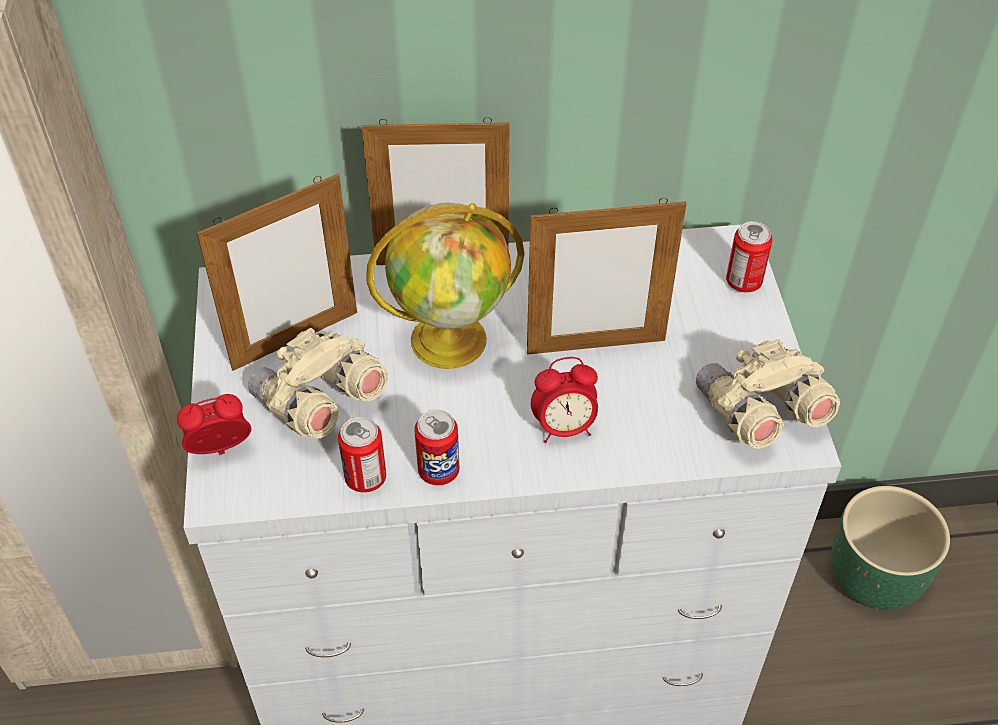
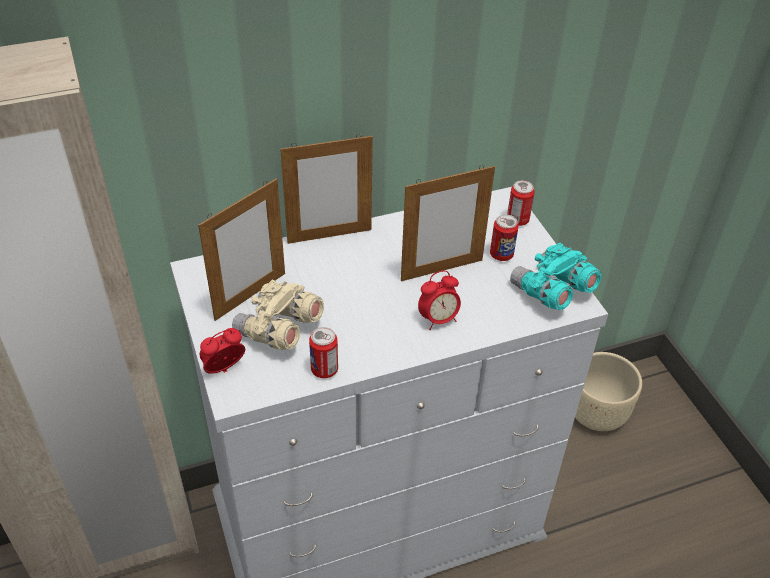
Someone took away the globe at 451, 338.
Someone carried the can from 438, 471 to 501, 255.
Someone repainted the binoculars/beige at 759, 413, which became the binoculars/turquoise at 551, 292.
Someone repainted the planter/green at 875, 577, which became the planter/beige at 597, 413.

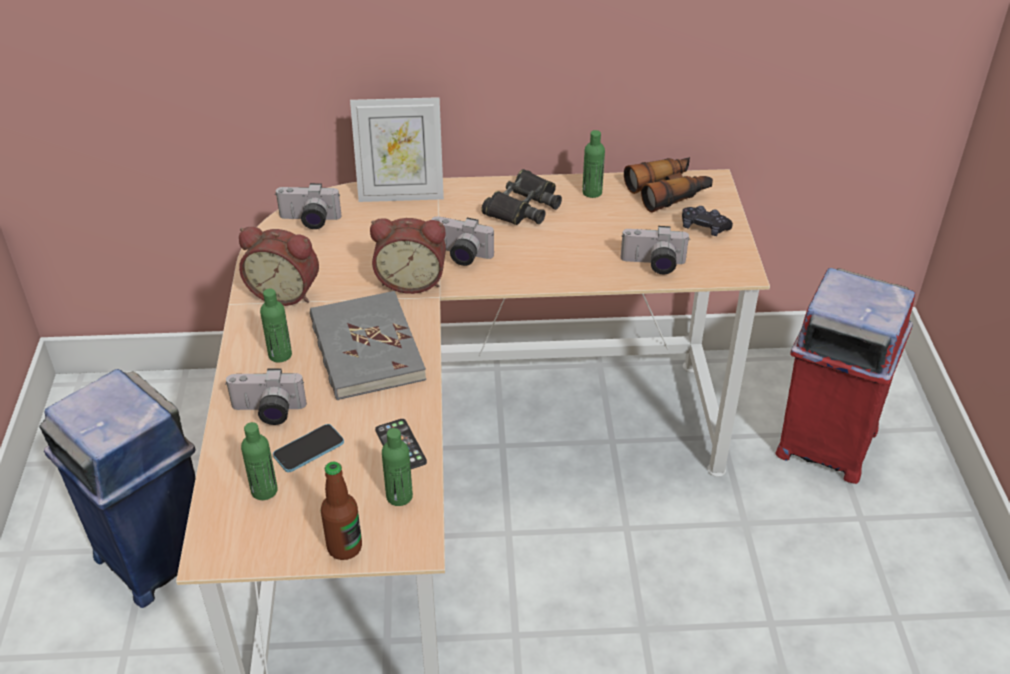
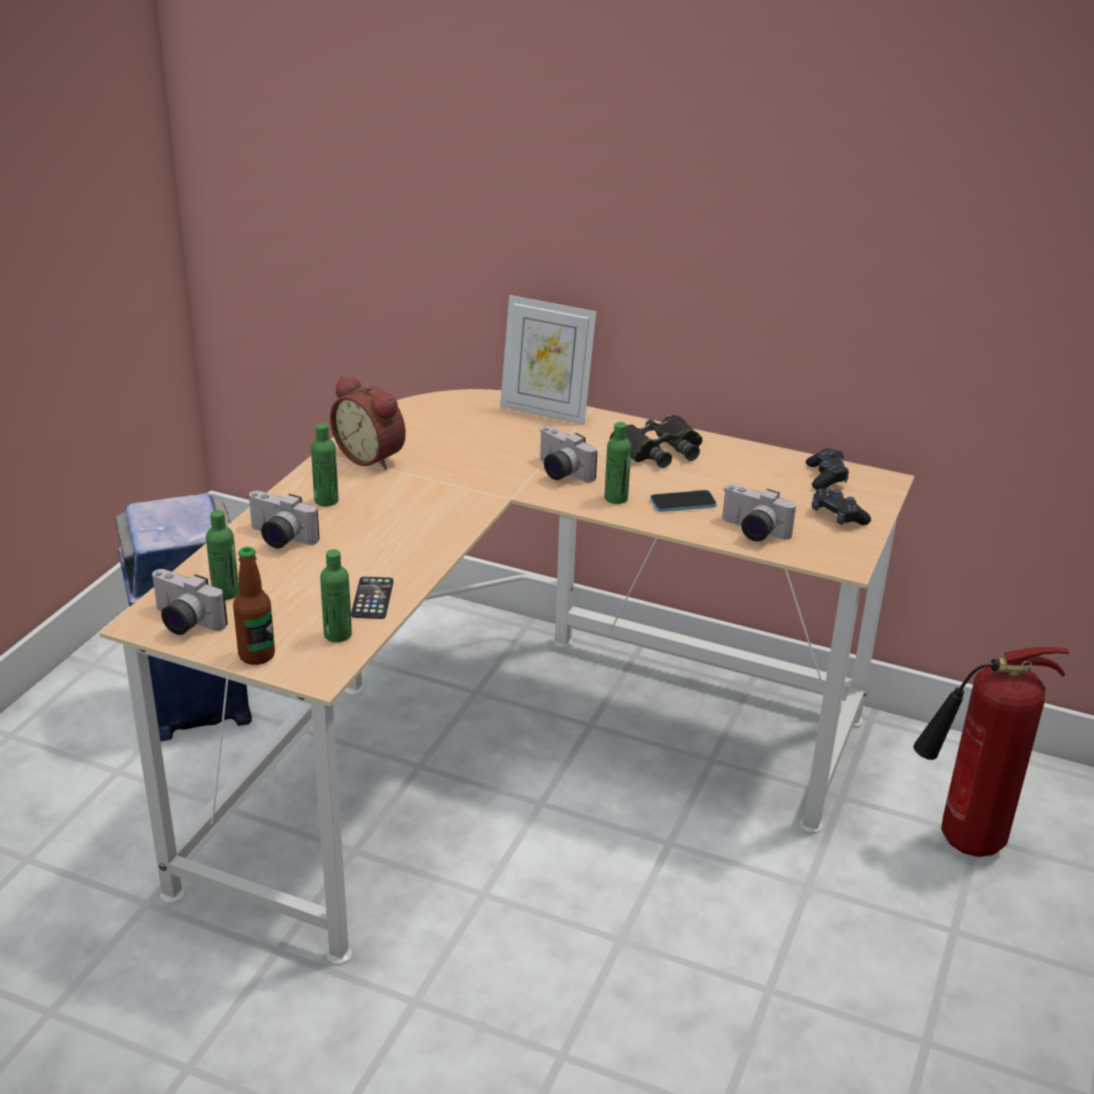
Someone took away the book/grey at 366, 349.
Someone took away the alarm clock at 411, 280.
Someone carried the phone from 309, 449 to 682, 503.
Someone carried the photo camera from 309, 221 to 183, 622.
Someone carried the bottle/green from 592, 192 to 616, 498.
Someone swapped the binoculars at 668, 192 for the game controller/black at 826, 477.
Someone swapped the trash can/red at 824, 442 for the fire extinguisher at 962, 843.

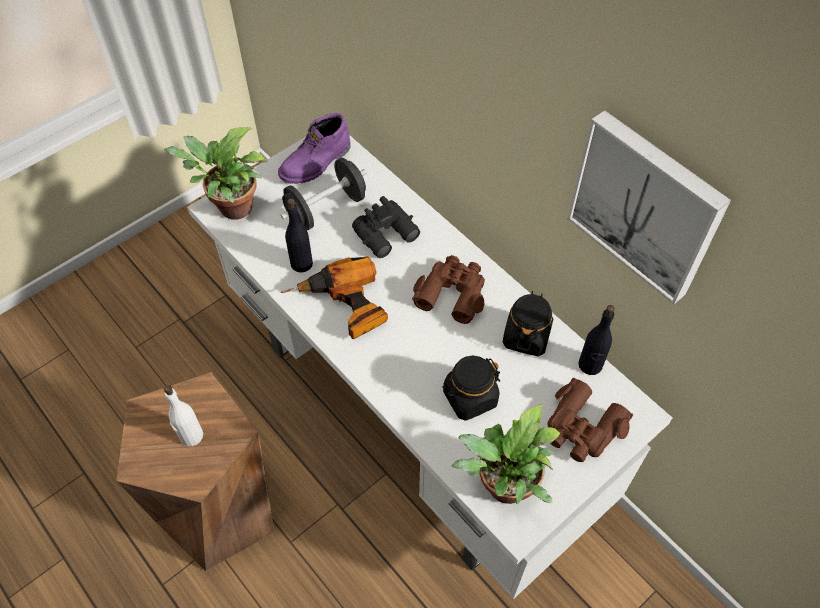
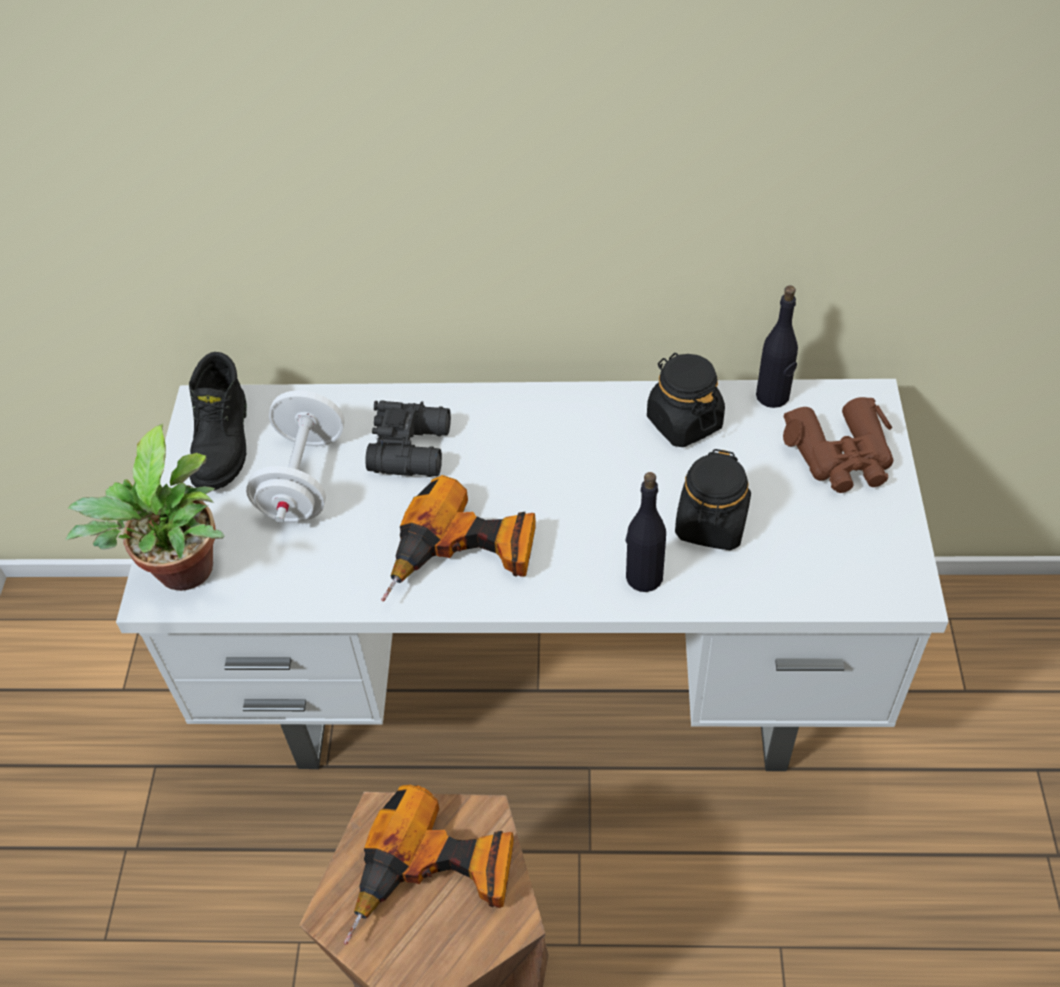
Someone took away the binoculars/brown at 452, 292.
Someone took away the potted plant at 503, 489.
Someone took away the picture at 646, 205.
Someone carried the bottle/black from 301, 263 to 643, 577.
Someone swapped the bottle/white at 191, 436 for the power drill at 436, 879.
Someone repainted the boot/purple at 316, 163, which became the boot/black at 224, 443.
Someone repainted the dumbbell/black at 326, 209, which became the dumbbell/white at 303, 479.

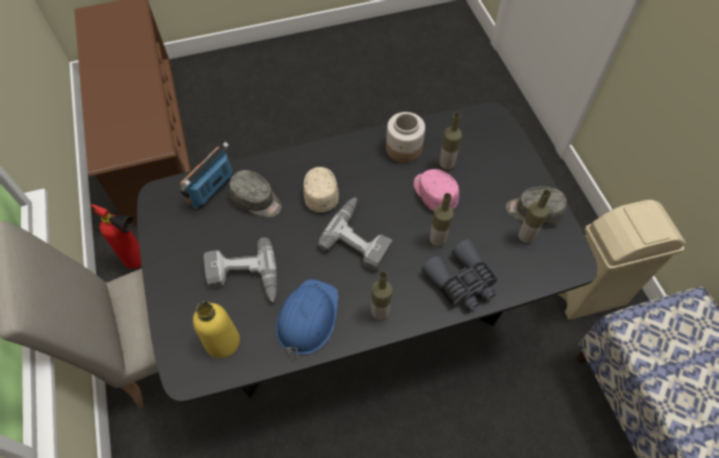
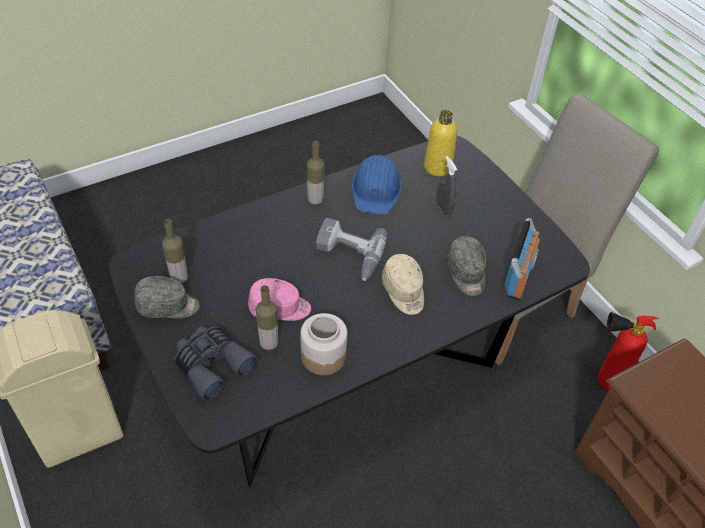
Someone took away the bottle at 437, 240.
Someone carried the binoculars/grey from 461, 282 to 212, 365.
Someone swapped the power drill at 243, 279 for the spray bottle/grey at 443, 208.
Someone rotated the cap/grey at 257, 200 by 120 degrees counterclockwise.
Someone rotated the cap/pink at 434, 194 by 45 degrees counterclockwise.

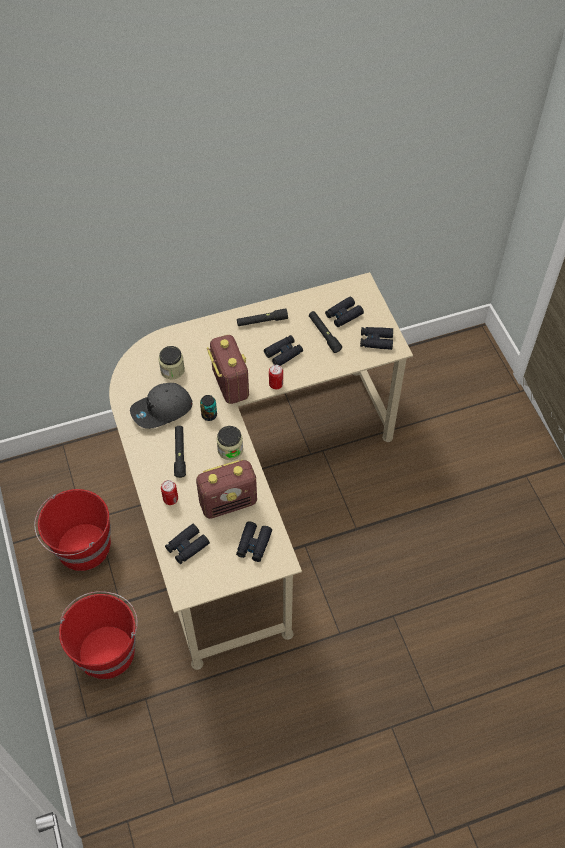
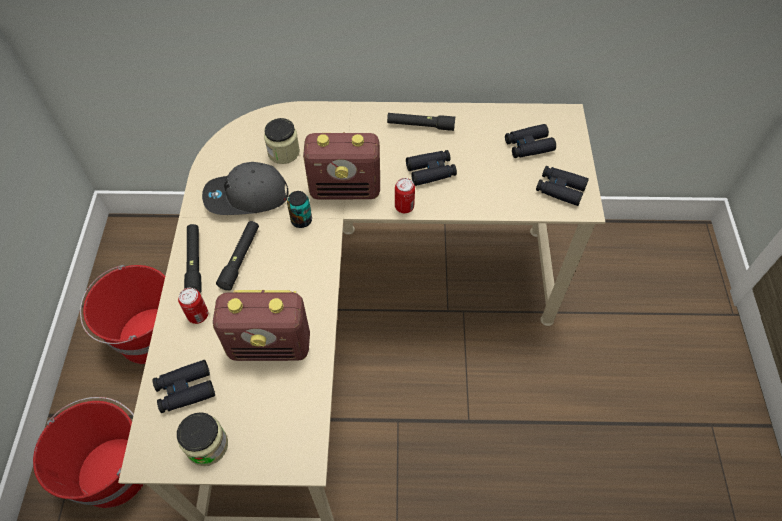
Someone took away the binoculars/black at 254, 544.
Someone carried the jar from 230, 449 to 207, 445.
Someone carried the flashlight/black from 324, 334 to 194, 262.
Someone rotated the radio at 230, 384 by 90 degrees clockwise.

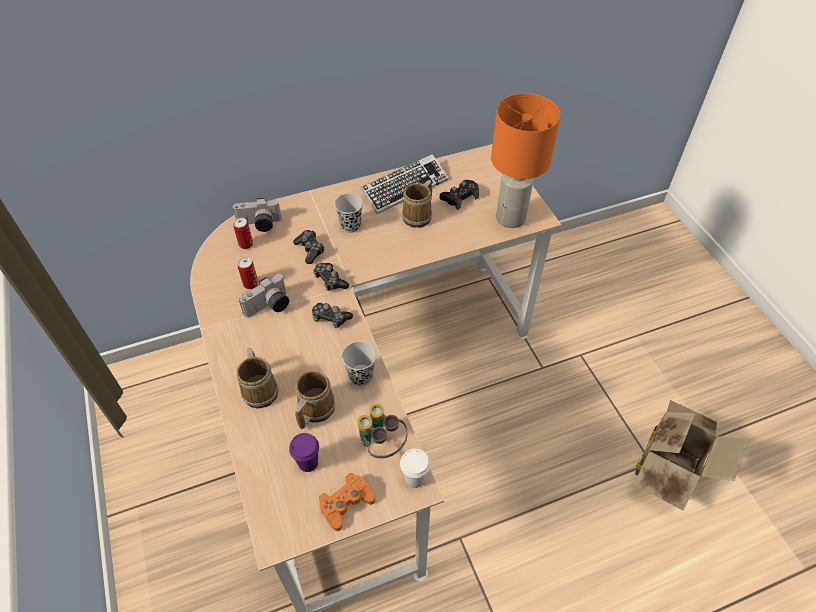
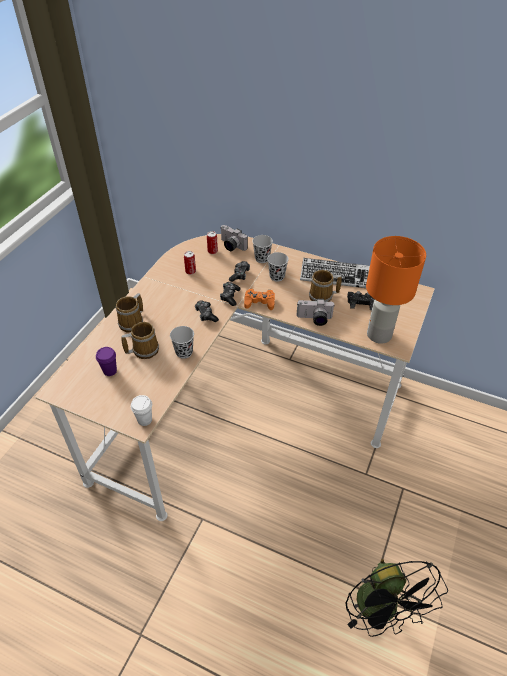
Someone took away the binoculars at 381, 445.
Someone put down the cup/black at 262, 258.
Someone carried the photo camera from 269, 307 to 314, 319.
Someone carried the game controller/orange from 346, 503 to 259, 302.
Someone swapped the cardboard box at 672, 468 for the fan/black at 382, 611.

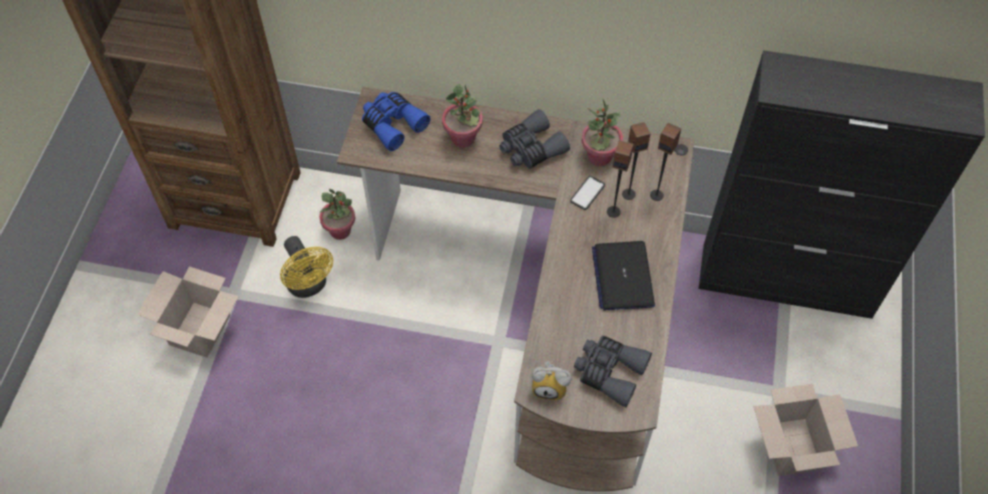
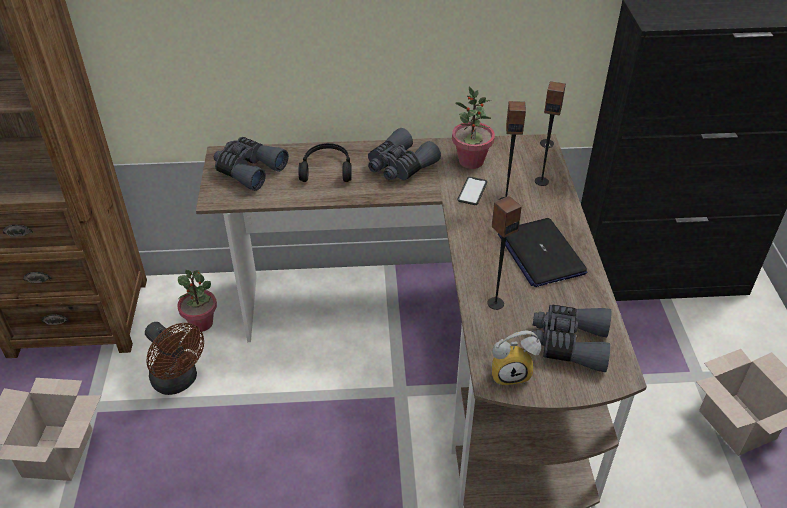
Someone carried the speaker from 628, 194 to 495, 303.
Someone swapped the potted plant at 463, 138 for the headphones/black at 327, 169.
Someone repainted the fan/yellow at 309, 286, which became the fan/brown at 179, 381.
Someone repainted the binoculars/blue at 393, 124, which became the binoculars/grey at 248, 169.

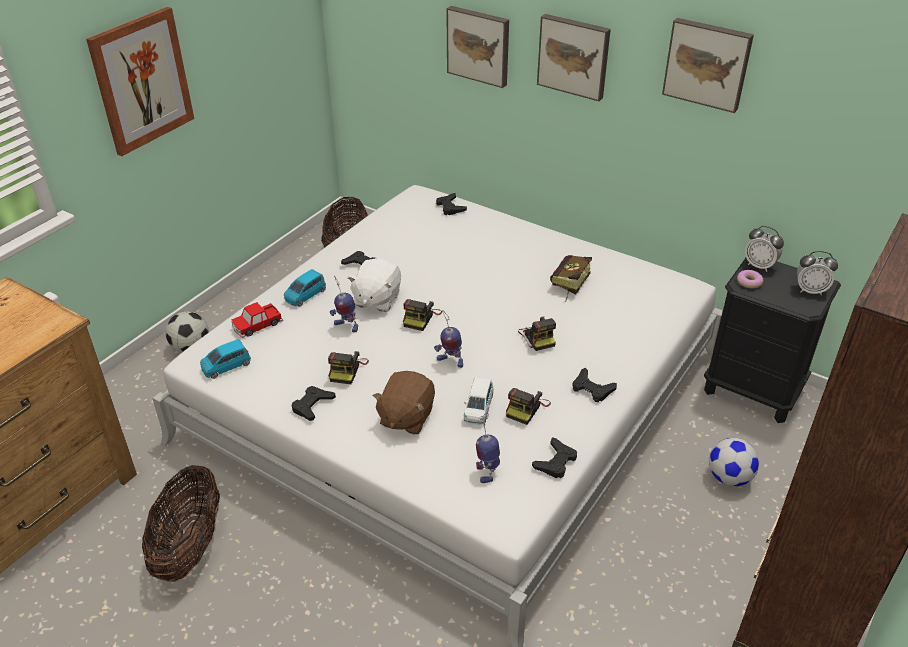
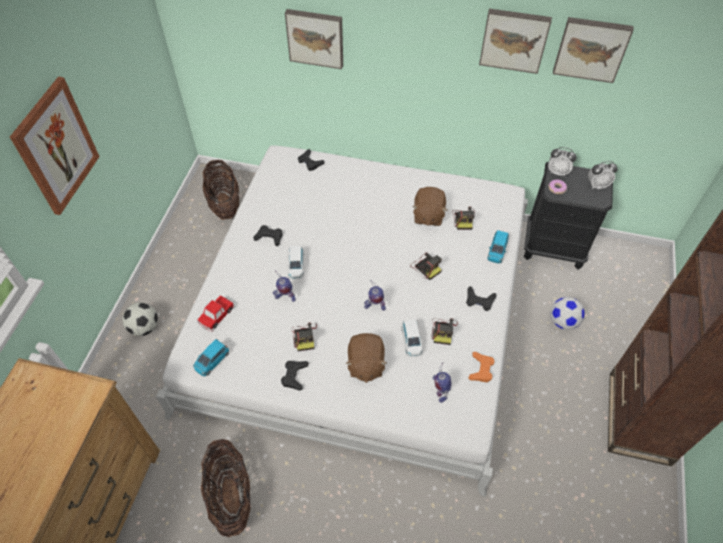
Someone carried the toy car/blue from 305, 295 to 497, 251.
Someone carried the photo camera from 421, 318 to 463, 219.
Someone carried the picture from 574, 56 to 591, 48.
Someone swapped the plush toy/white at 376, 299 for the toy car/white at 296, 266.
Someone swapped the book at 568, 286 for the plush toy/brown at 428, 215.
Someone repainted the game controller/black at 555, 462, which became the game controller/orange at 481, 369.

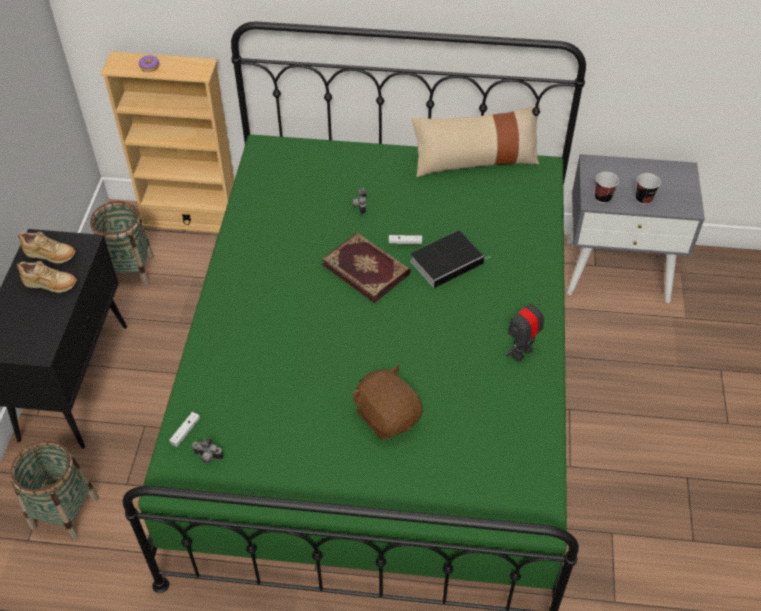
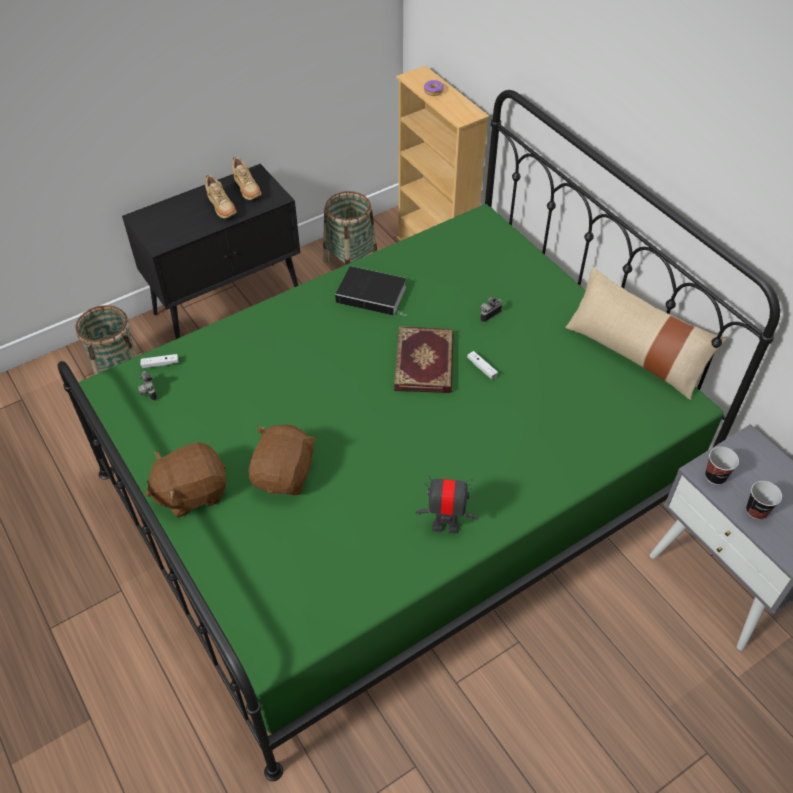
Someone put down the plush toy/brown at 191, 492.
Someone carried the book from 447, 261 to 373, 294.

